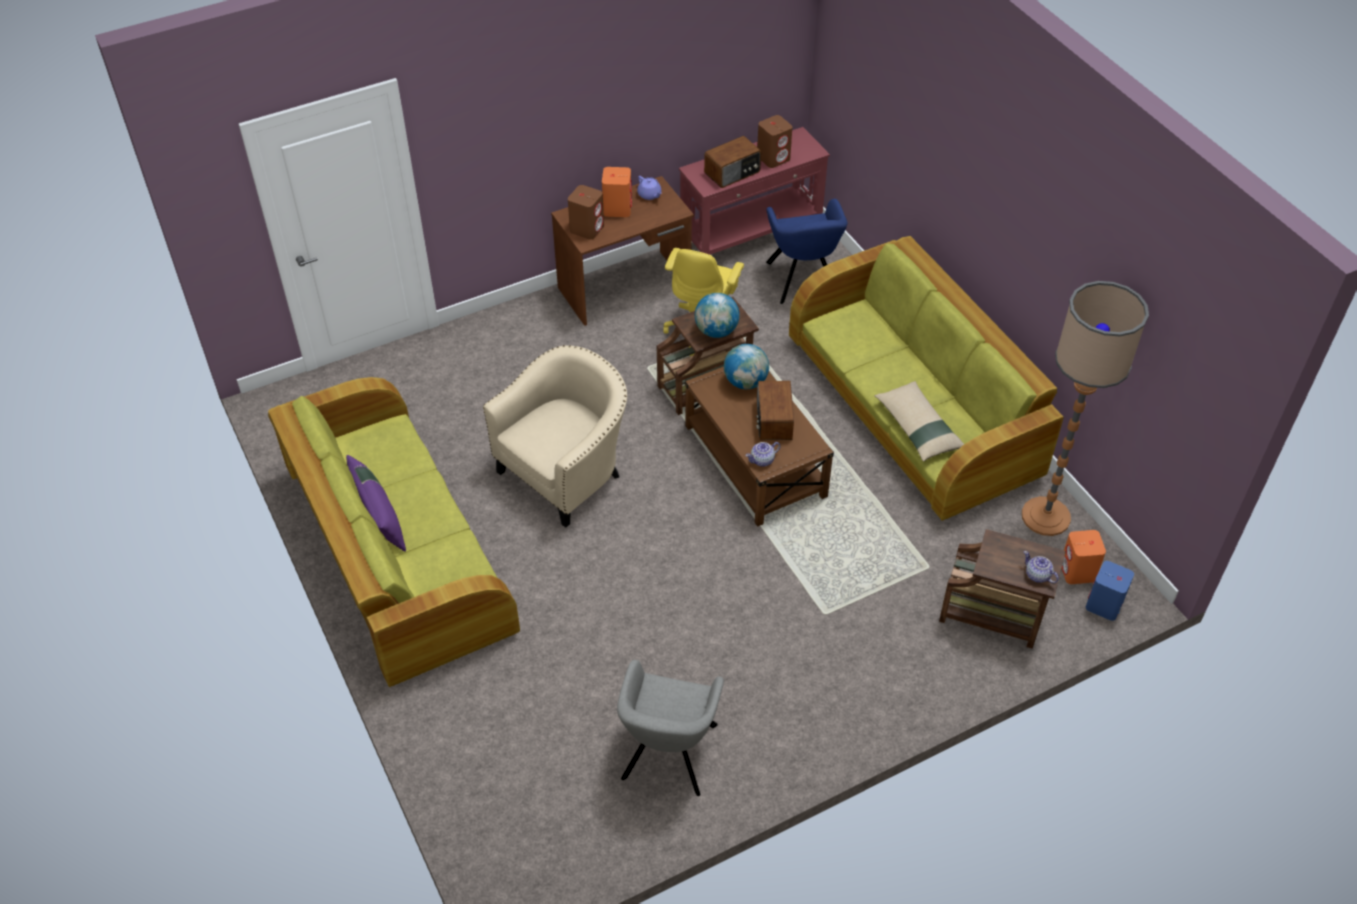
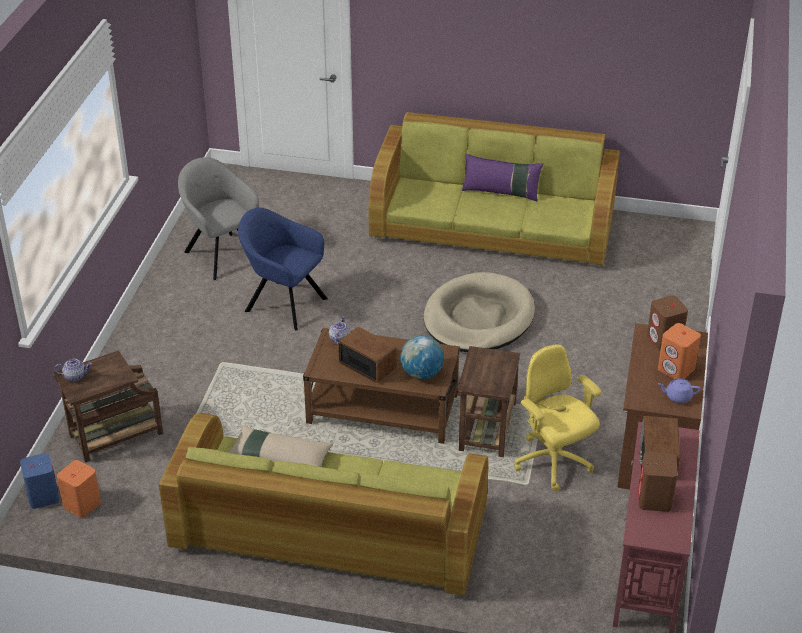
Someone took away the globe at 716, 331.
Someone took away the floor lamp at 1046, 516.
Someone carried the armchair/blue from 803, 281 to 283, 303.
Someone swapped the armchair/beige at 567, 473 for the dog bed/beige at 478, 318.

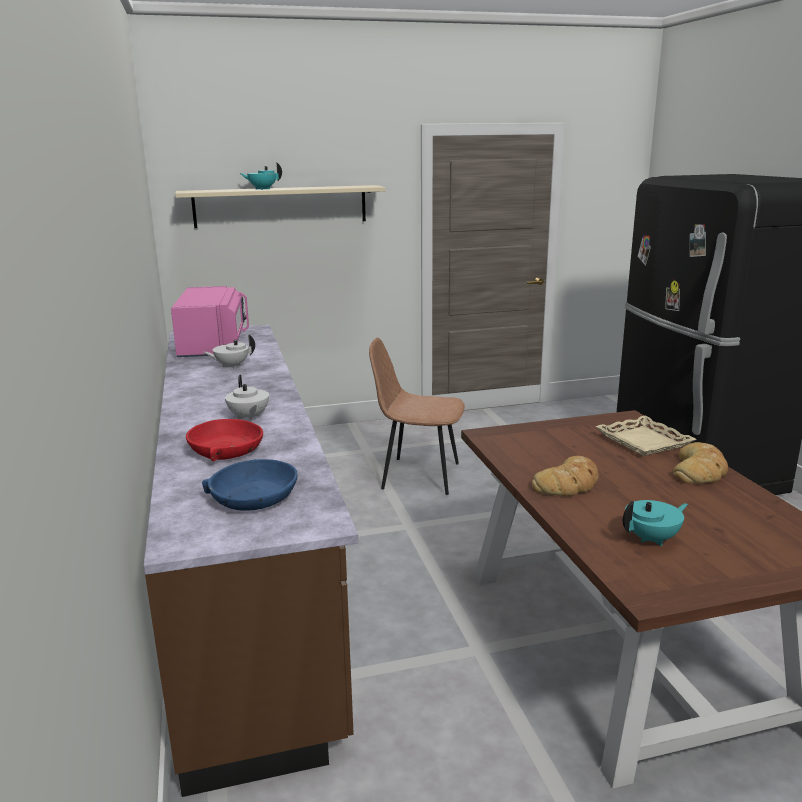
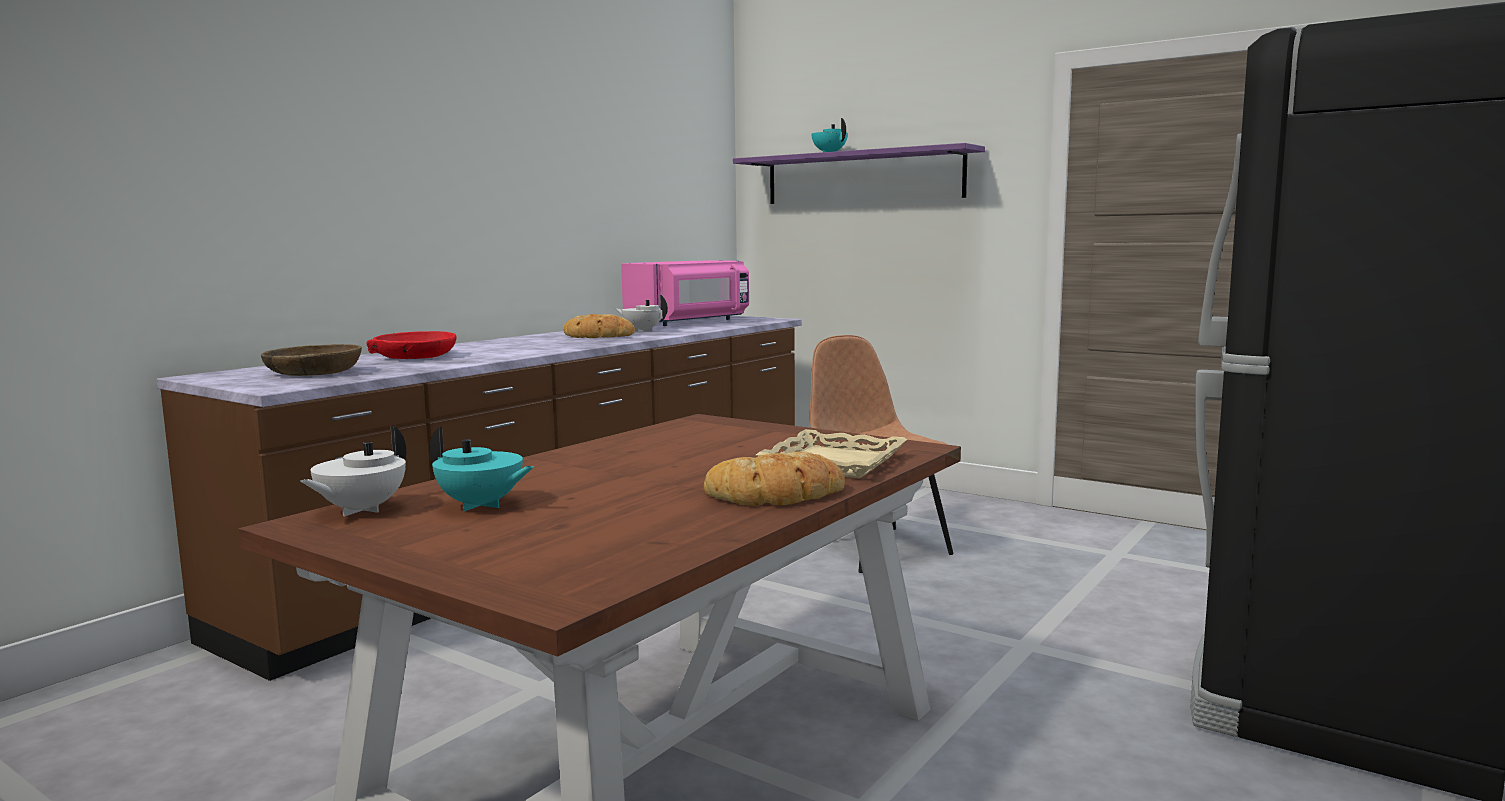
Someone carried the teapot/white from 248, 417 to 360, 510.
Someone carried the bread from 569, 484 to 598, 336.
Someone repainted the shelf/beige at 281, 206, which became the shelf/purple at 862, 177.
Someone repainted the bowl/blue at 253, 498, which became the bowl/brown at 313, 372.

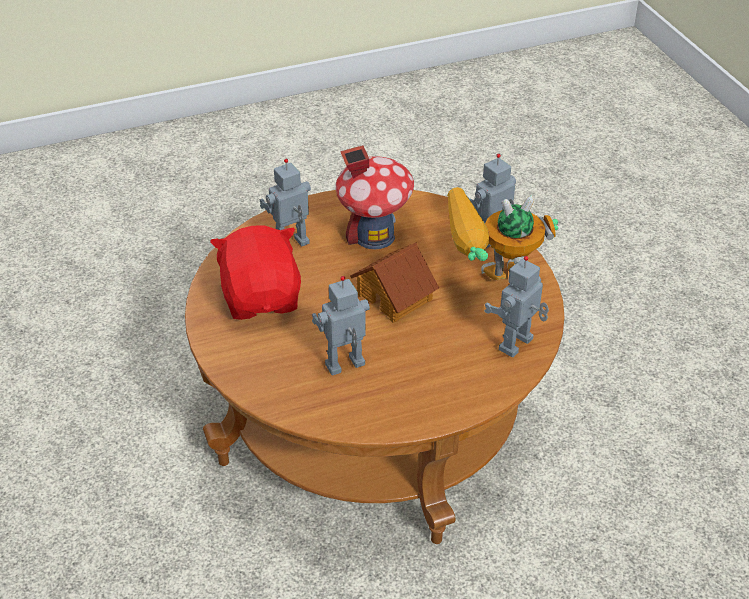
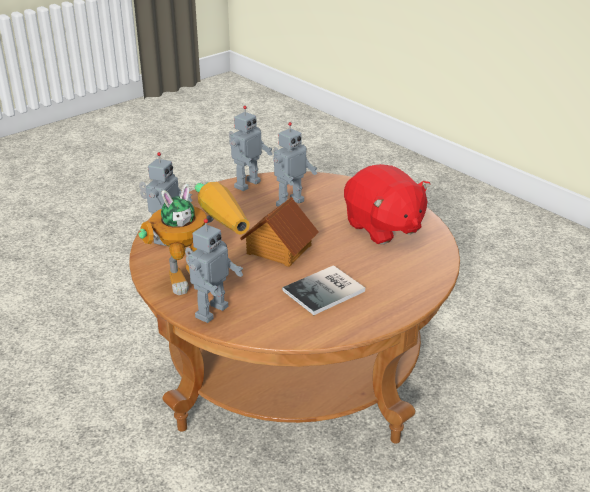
Someone carried the toy robot from 292, 246 to 246, 184.
Someone swapped the toy house at 374, 236 for the book at 326, 291.

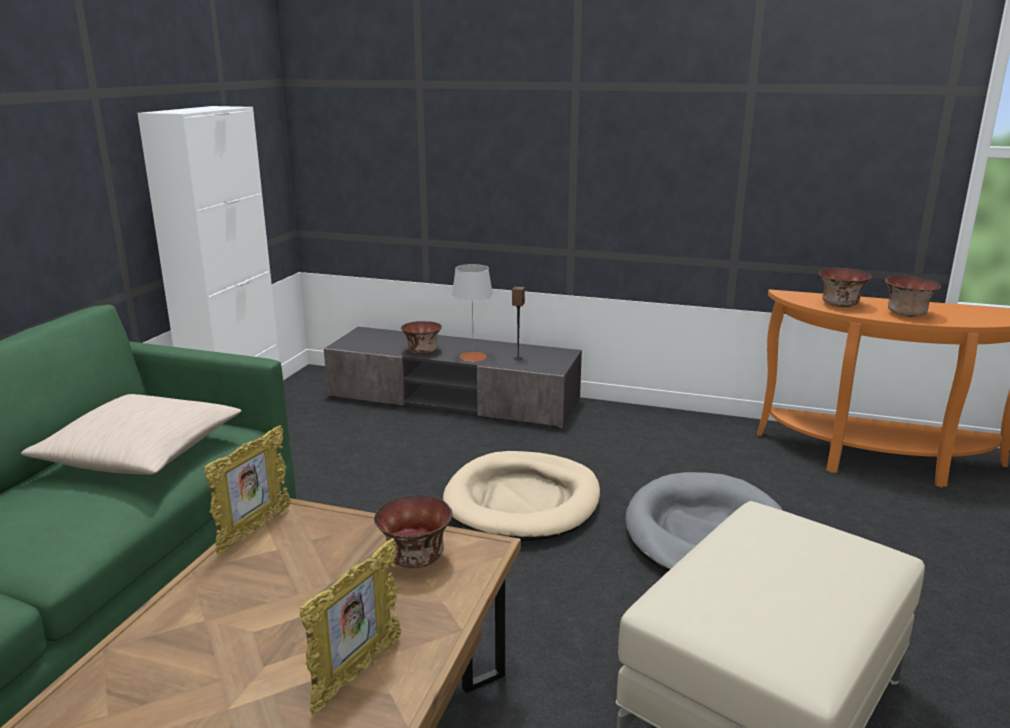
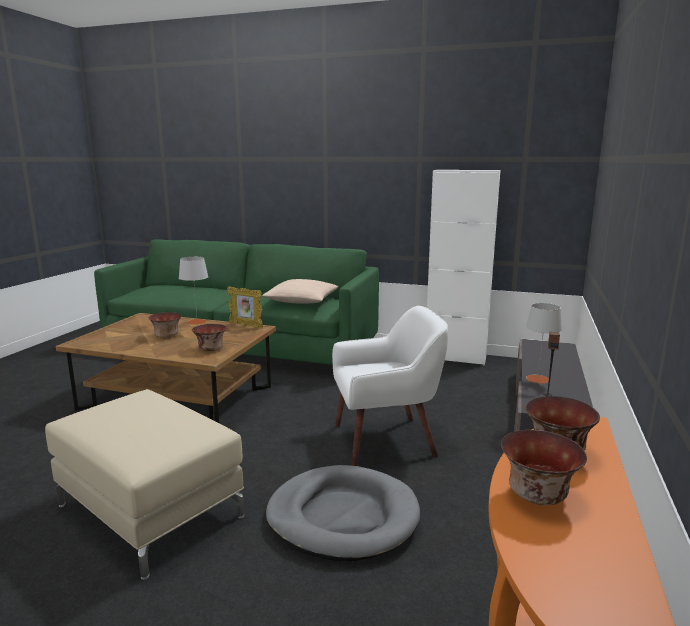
Someone took away the picture frame at 356, 674.
Someone put down the table lamp/grey at 197, 322.
Someone carried the bowl from 422, 352 to 166, 336.
Someone swapped the dog bed/beige at 523, 502 for the armchair/white at 385, 440.

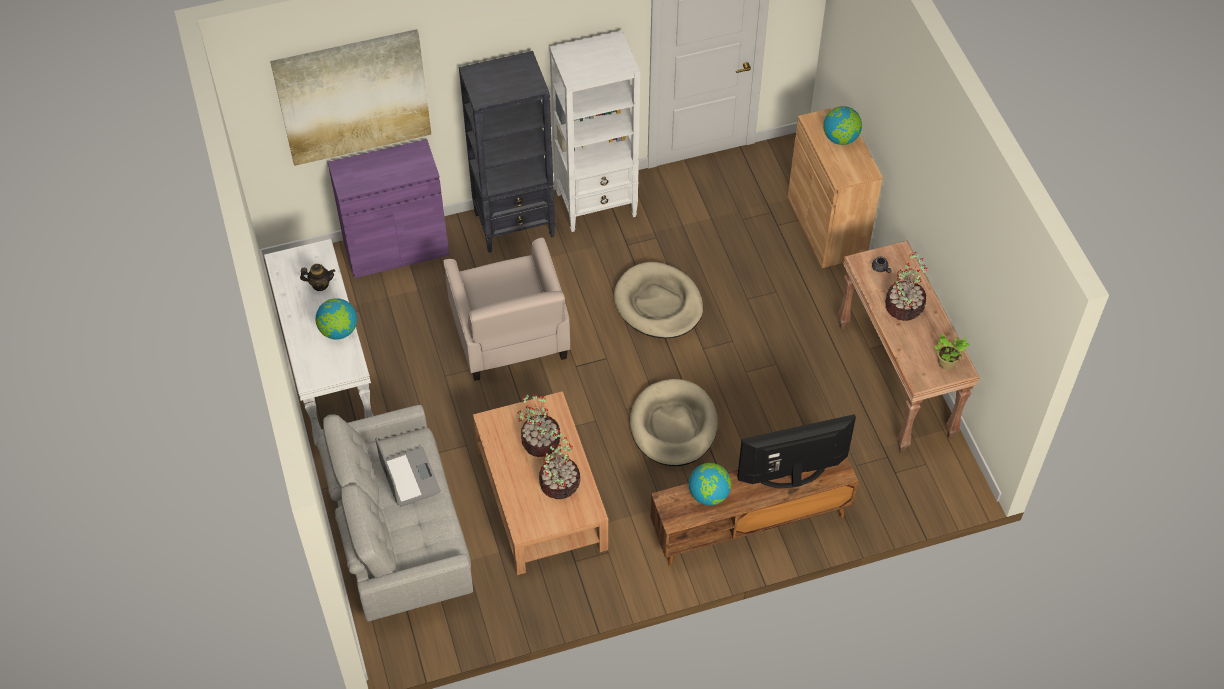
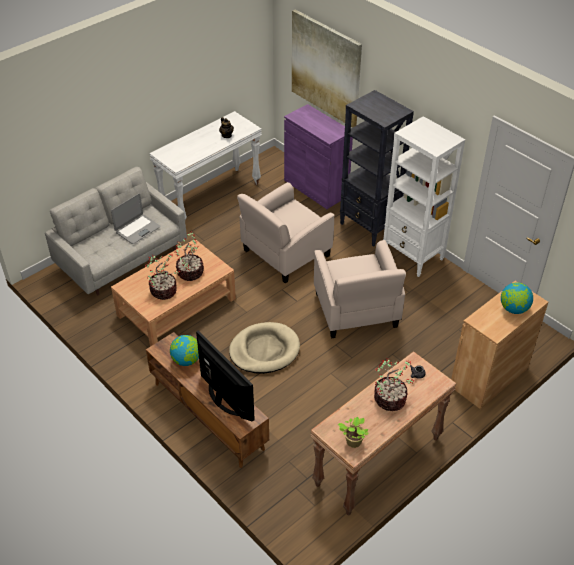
Someone took away the globe at 338, 331.
Someone swapped the dog bed/beige at 658, 304 for the armchair/beige at 356, 311.

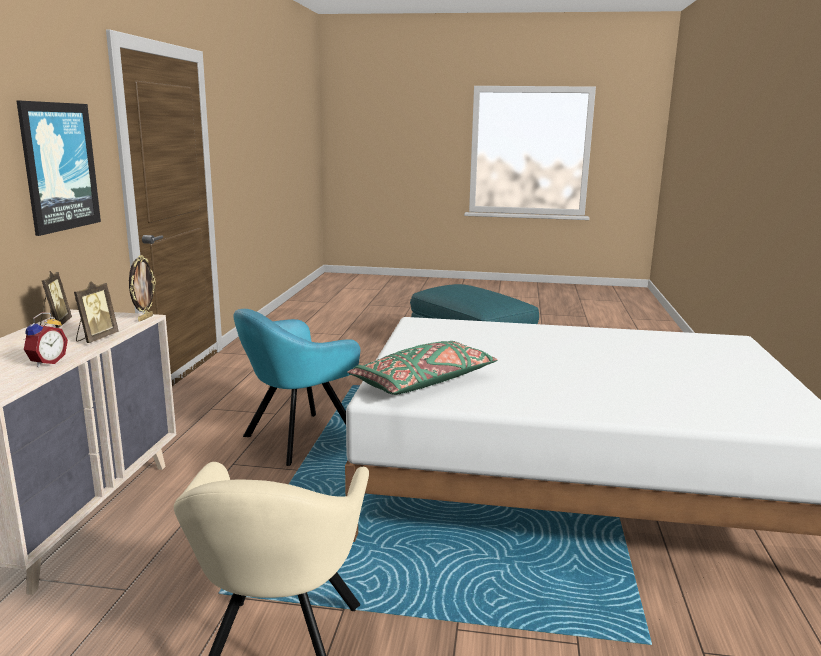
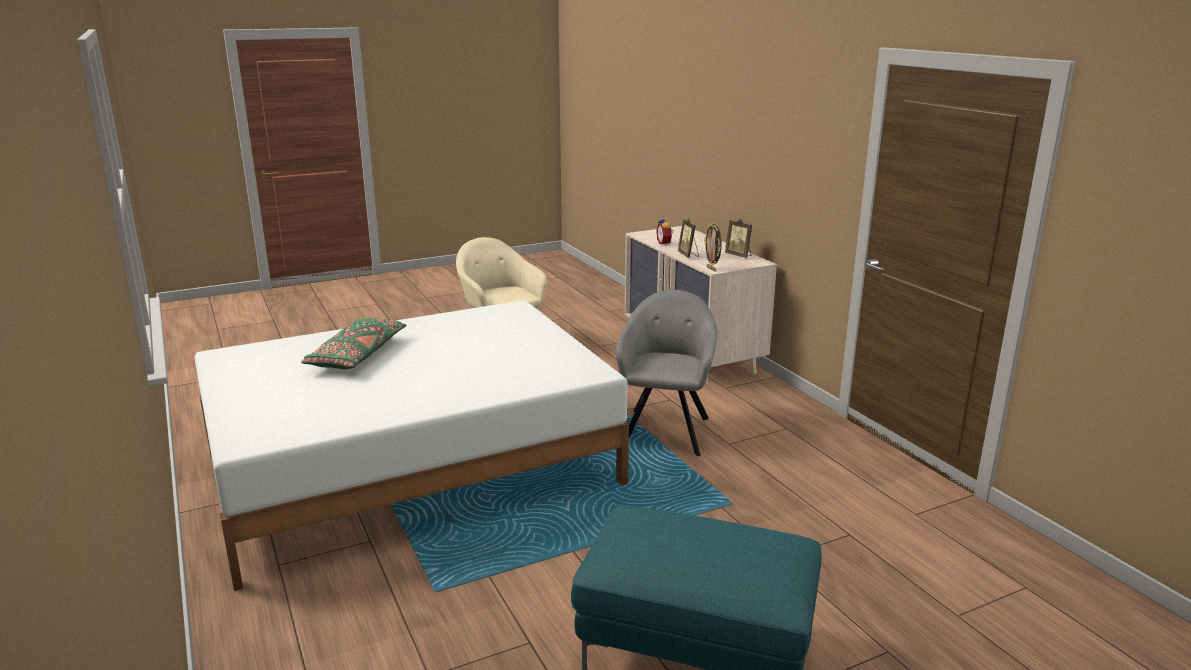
Someone took away the picture at 59, 166.
Someone carried the pillow/green from 424, 382 to 357, 355.
Someone repainted the armchair/turquoise at 297, 439, which became the armchair/grey at 666, 429.

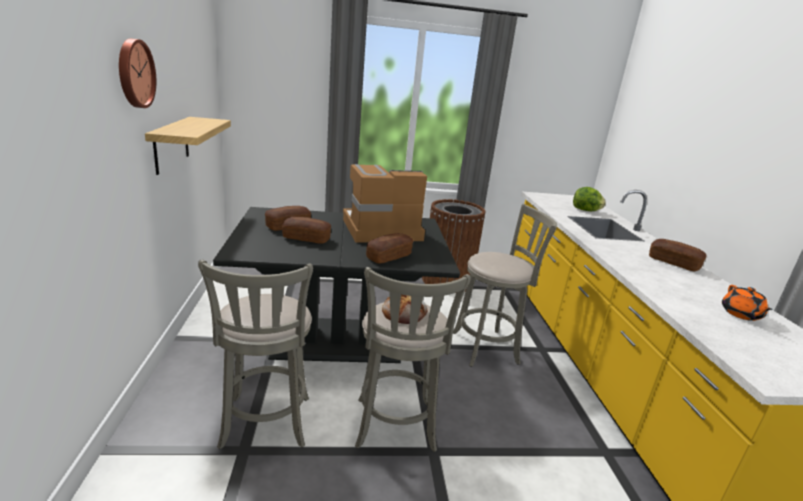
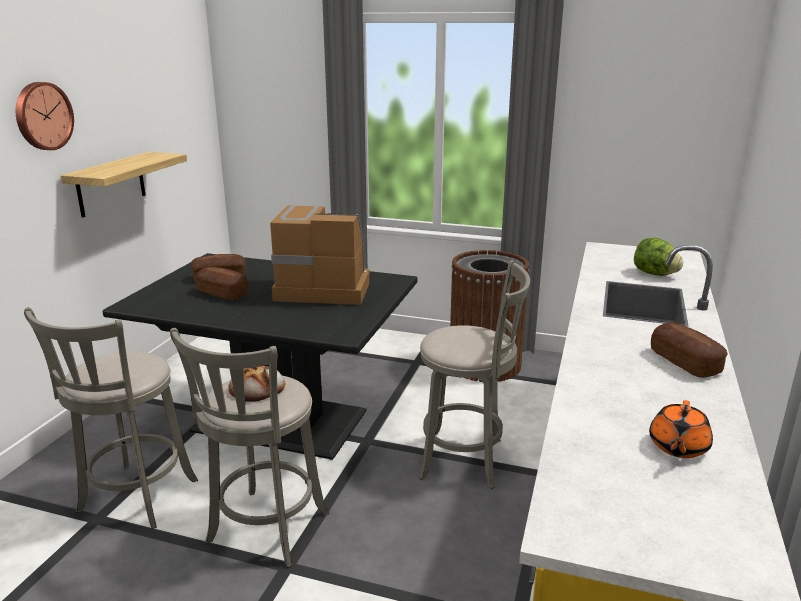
Someone took away the bread at 389, 256.

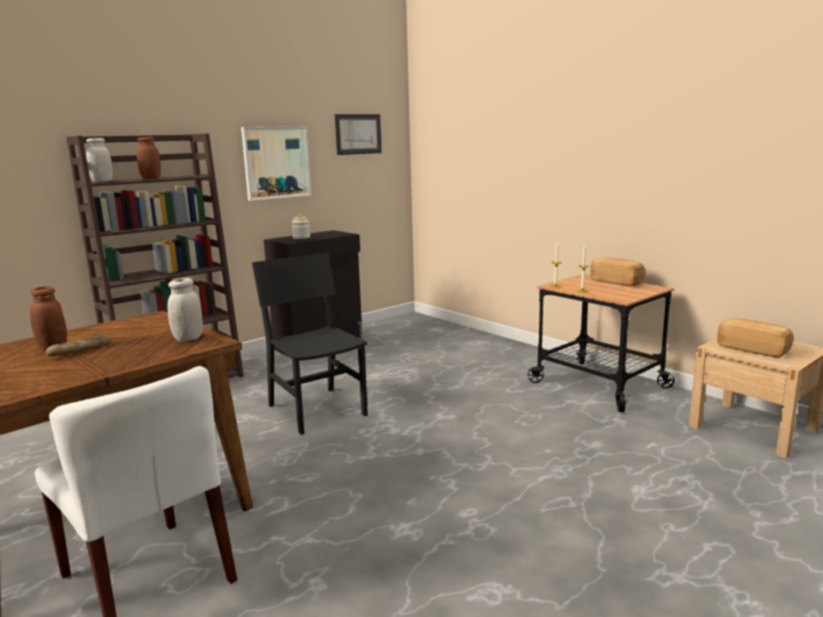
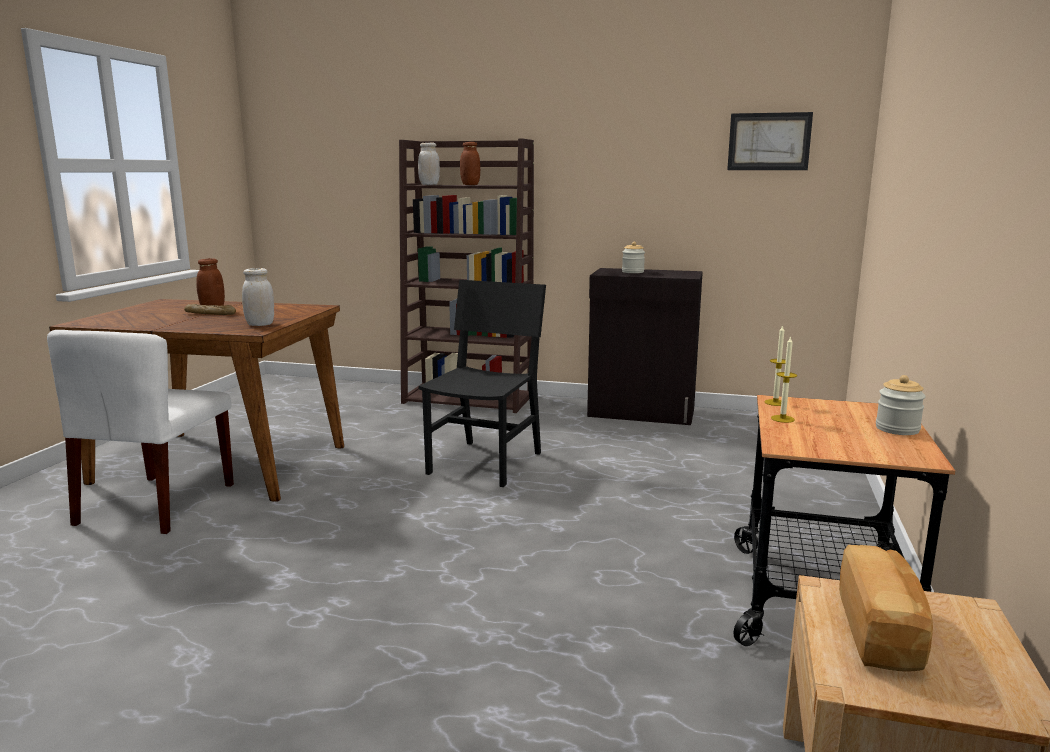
Someone took away the picture at 276, 162.
Someone swapped the bread at 617, 282 for the jar at 897, 429.

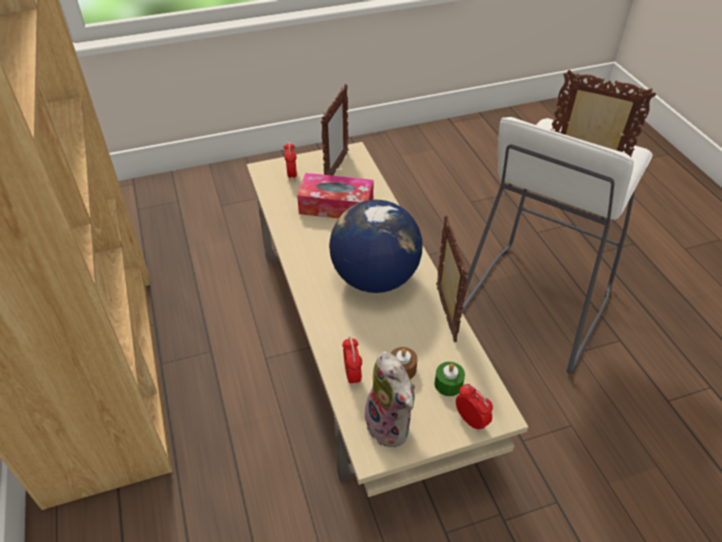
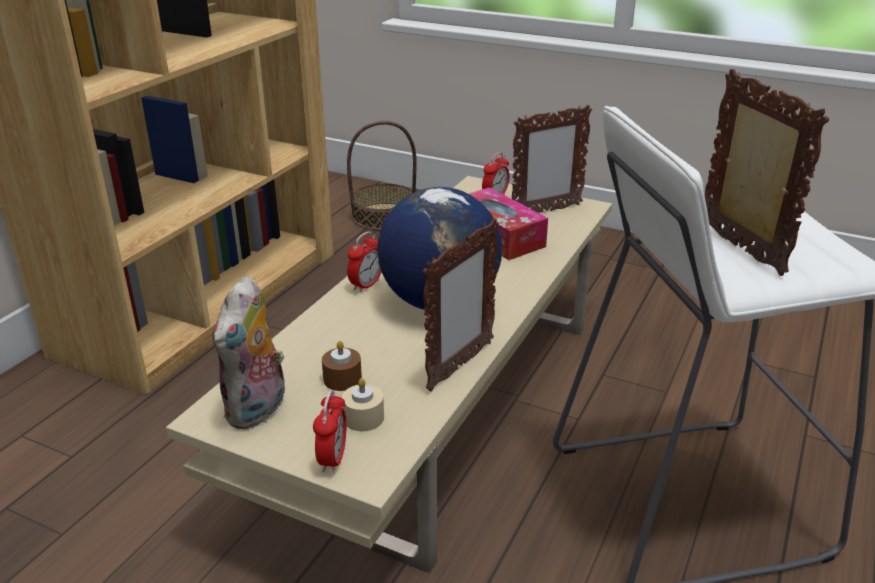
Someone put down the basket at 384, 216.
Someone carried the alarm clock from 352, 375 to 366, 285.
Someone repainted the candle/green at 448, 384, which became the candle/beige at 363, 418.

